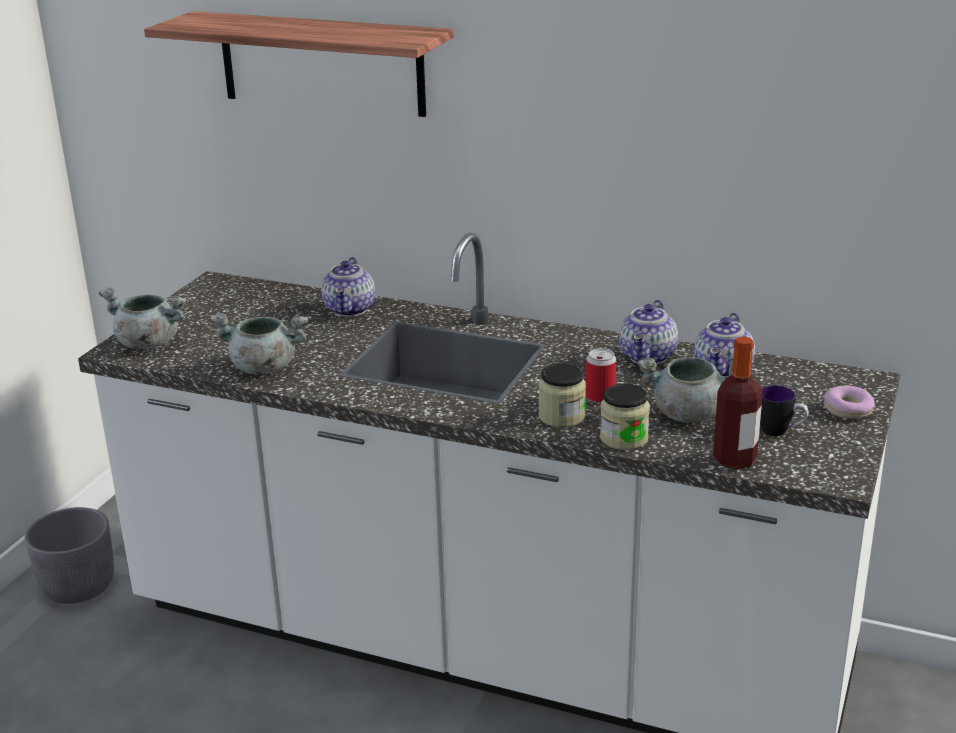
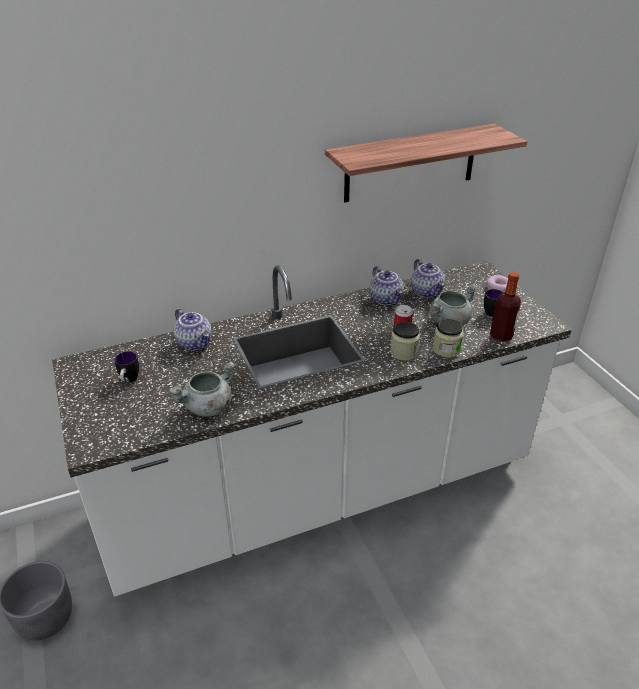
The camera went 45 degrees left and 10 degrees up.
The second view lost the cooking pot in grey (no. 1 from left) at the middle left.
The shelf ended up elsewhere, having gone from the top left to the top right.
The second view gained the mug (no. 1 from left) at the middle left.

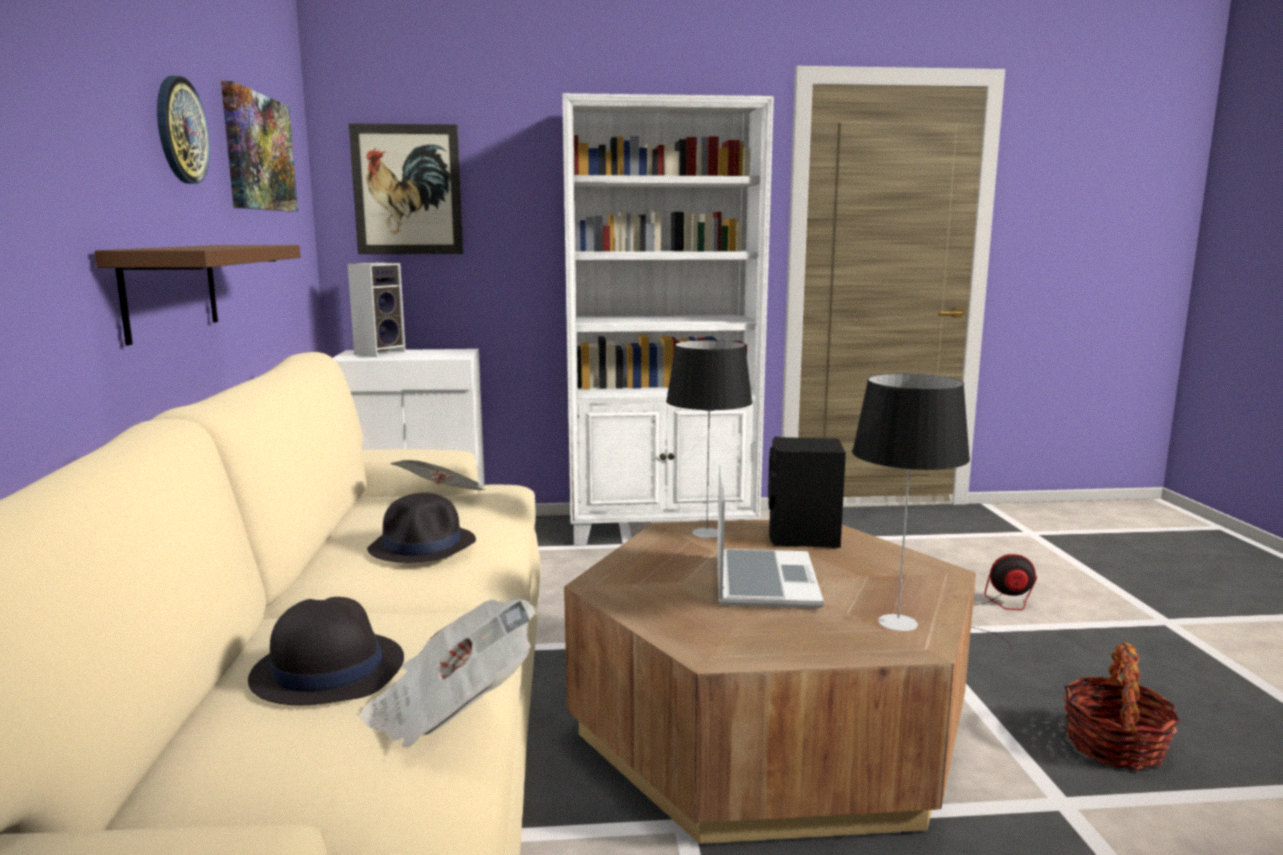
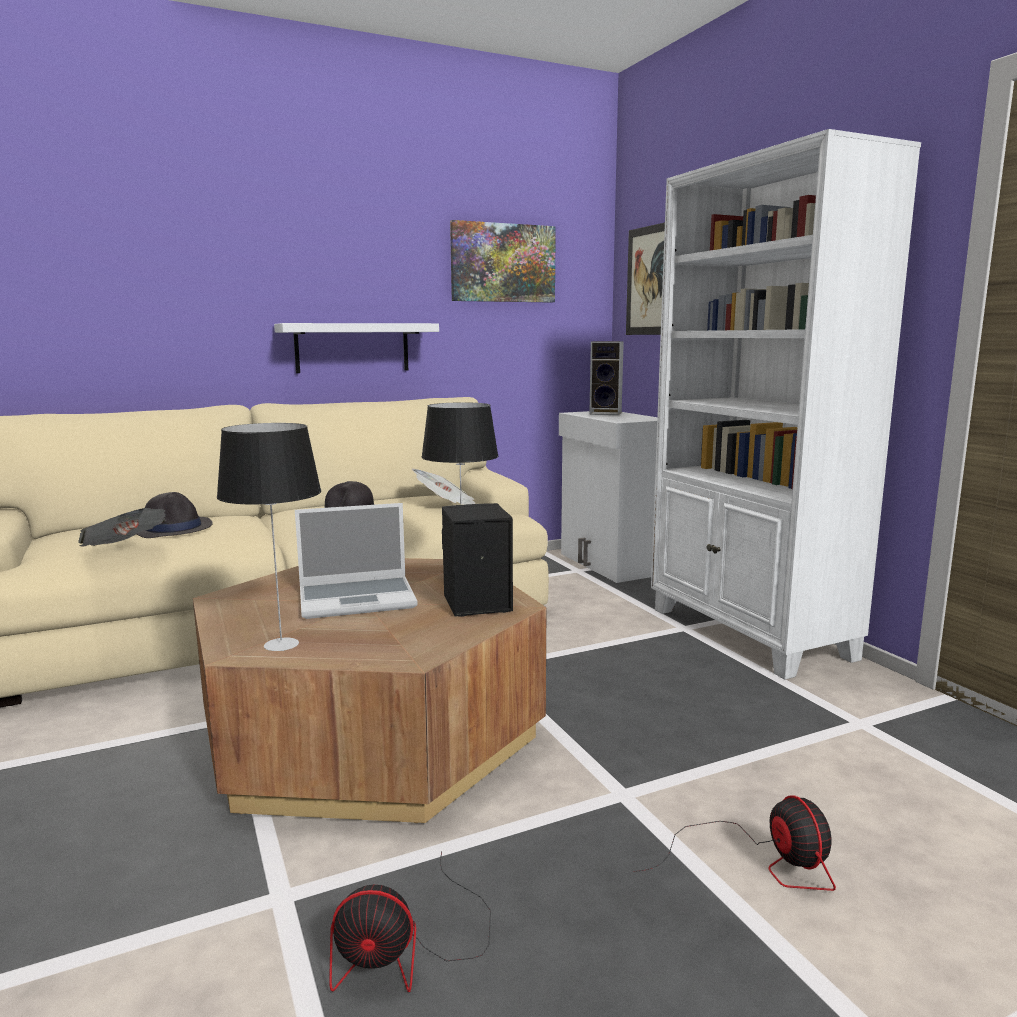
The camera went 70 degrees right and 0 degrees up.
What was the shelf in brown at the middle left turned into the shelf in white at the centre.
The second view lost the wall clock at the top left.
Where the basket stood at the bottom right, the fan (no. 1 from left) came to stand at the bottom centre.

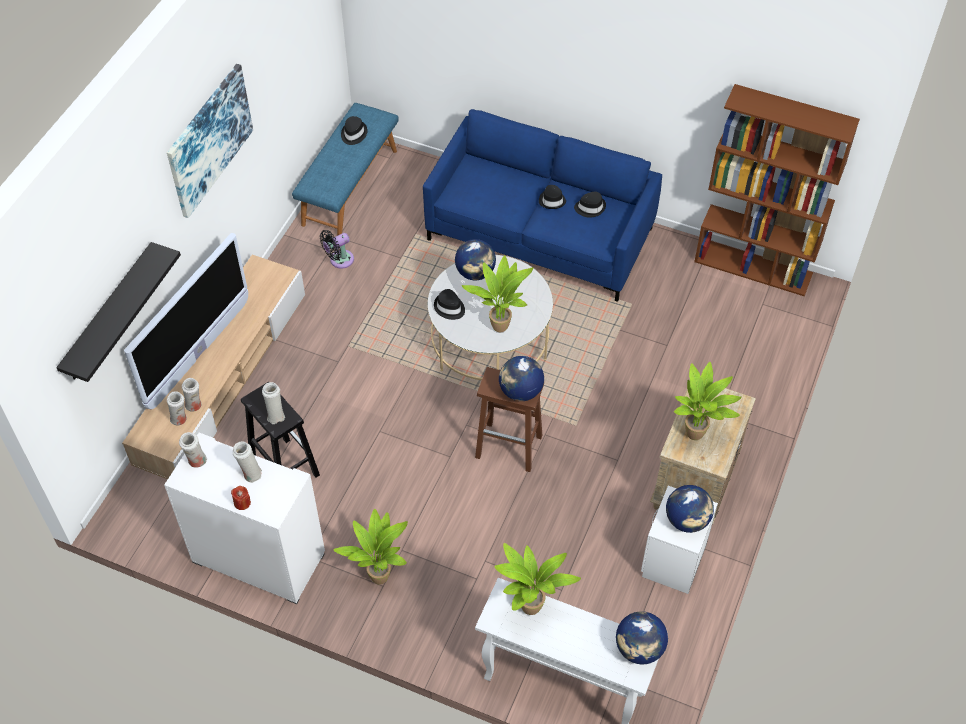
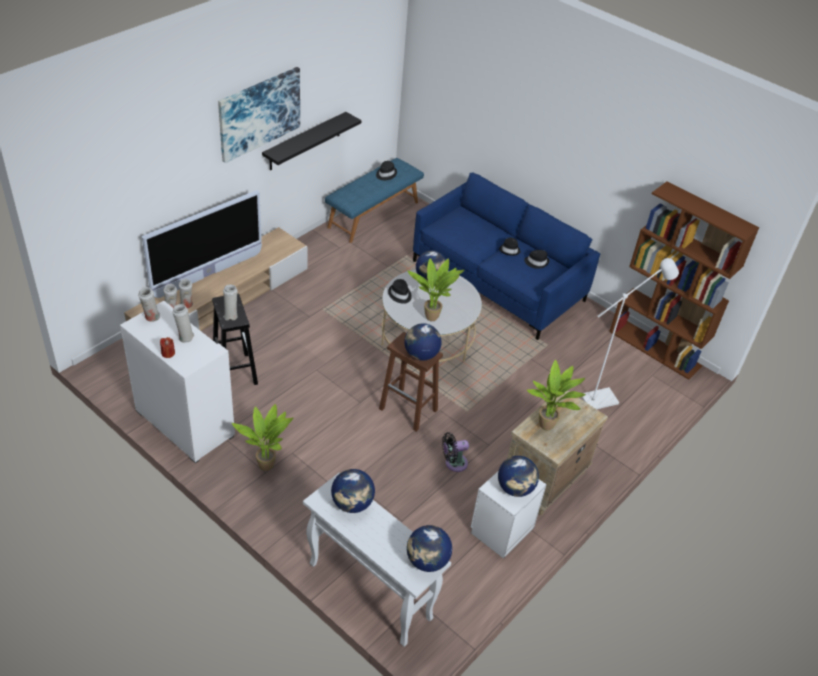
The camera went 15 degrees right and 10 degrees down.
The shelf in black ended up elsewhere, having gone from the middle left to the top centre.
The fan in black ended up elsewhere, having gone from the centre to the bottom centre.
Where the potted plant (no. 3 from left) stood at the bottom centre, the globe (no. 1 from left) came to stand at the bottom centre.
The second view gained the floor lamp in white at the middle right.

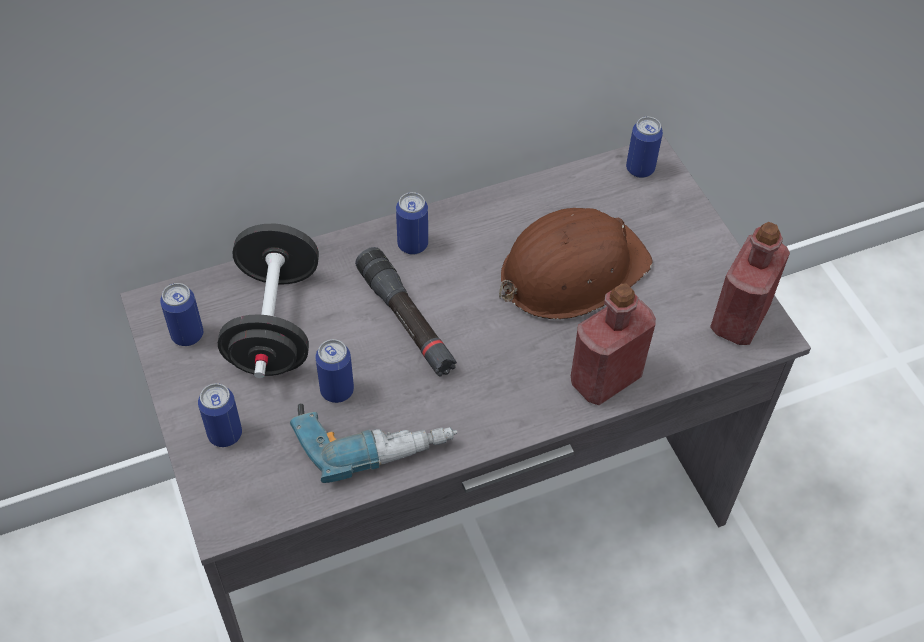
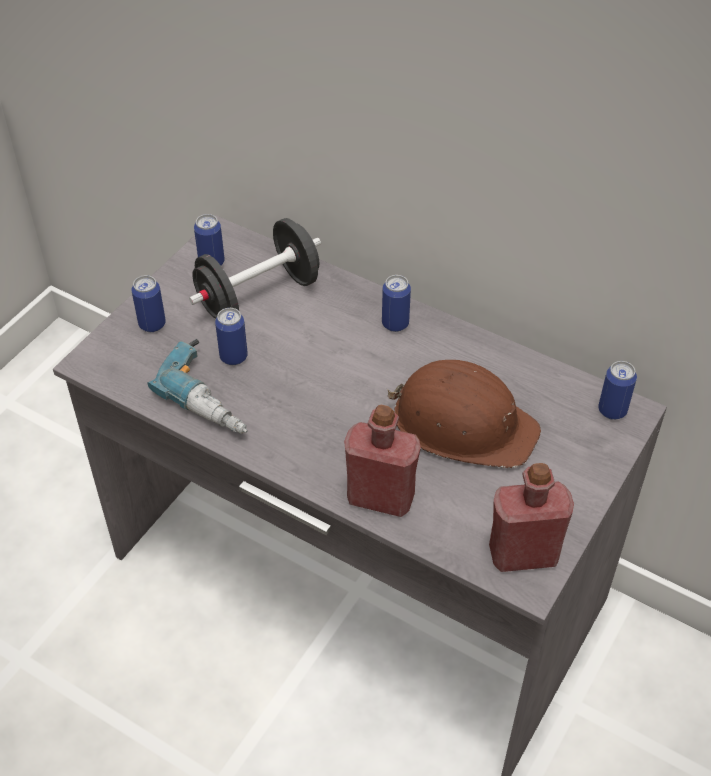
The camera went 55 degrees right and 5 degrees down.
The second view lost the flashlight in black at the centre.

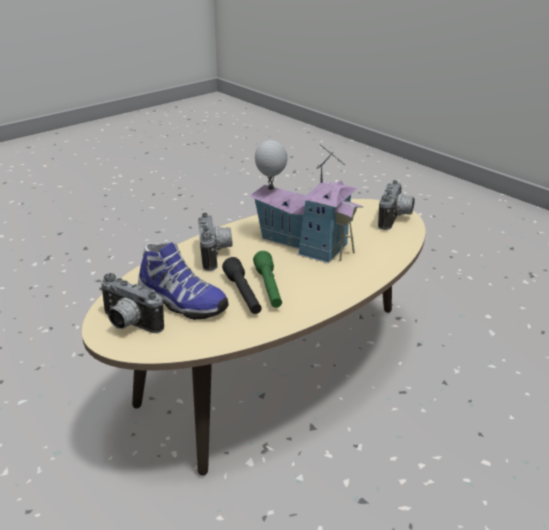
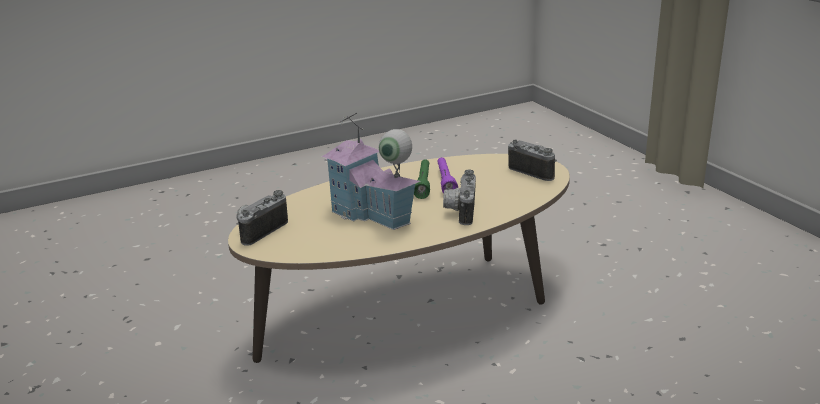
The camera went 165 degrees left and 5 degrees down.
The second view lost the shoe at the centre.
What was the flashlight in black at the centre turned into the flashlight in purple at the centre.

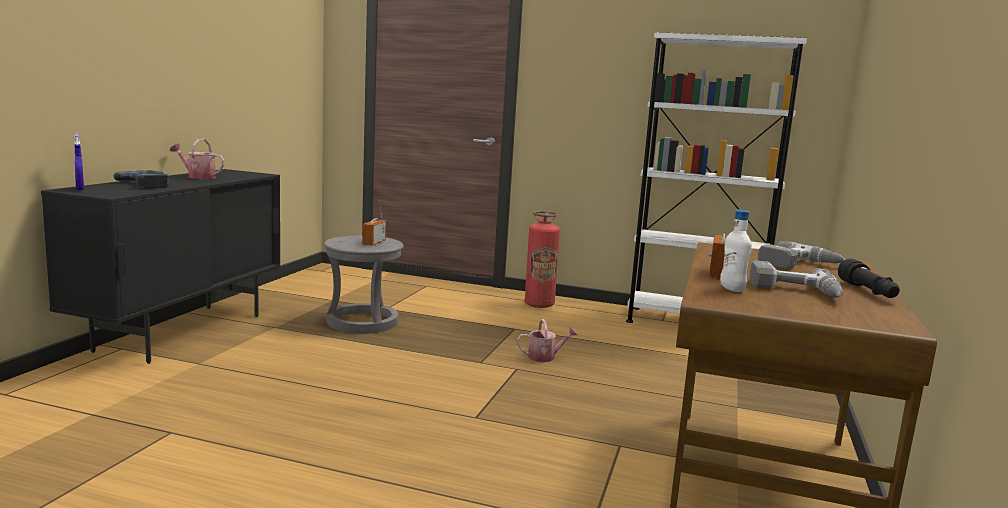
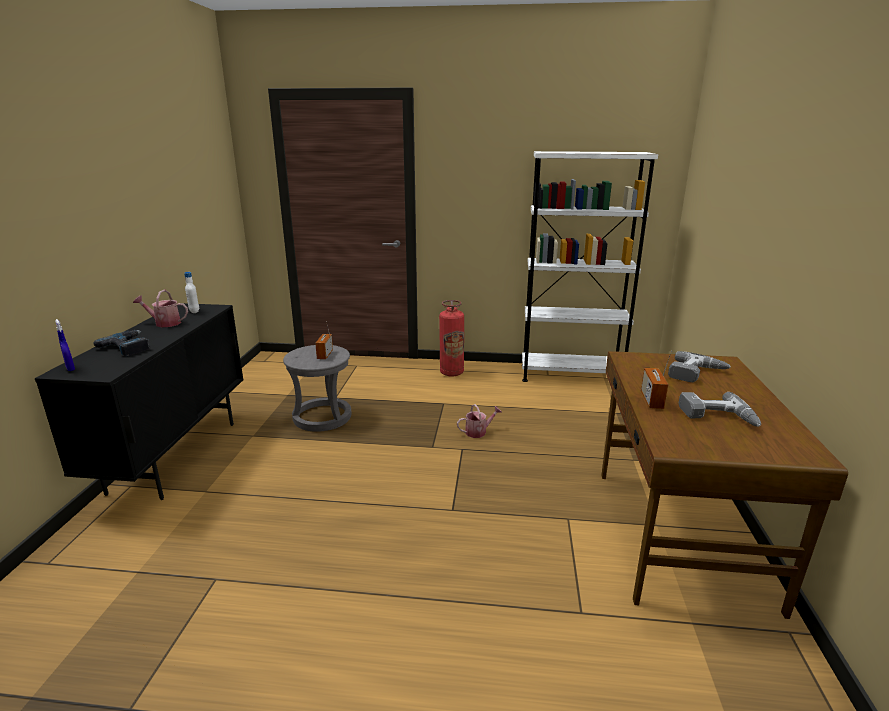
The camera went 10 degrees left and 10 degrees up.
The bottle in white ended up elsewhere, having gone from the middle right to the middle left.
The second view lost the flashlight in black at the middle right.

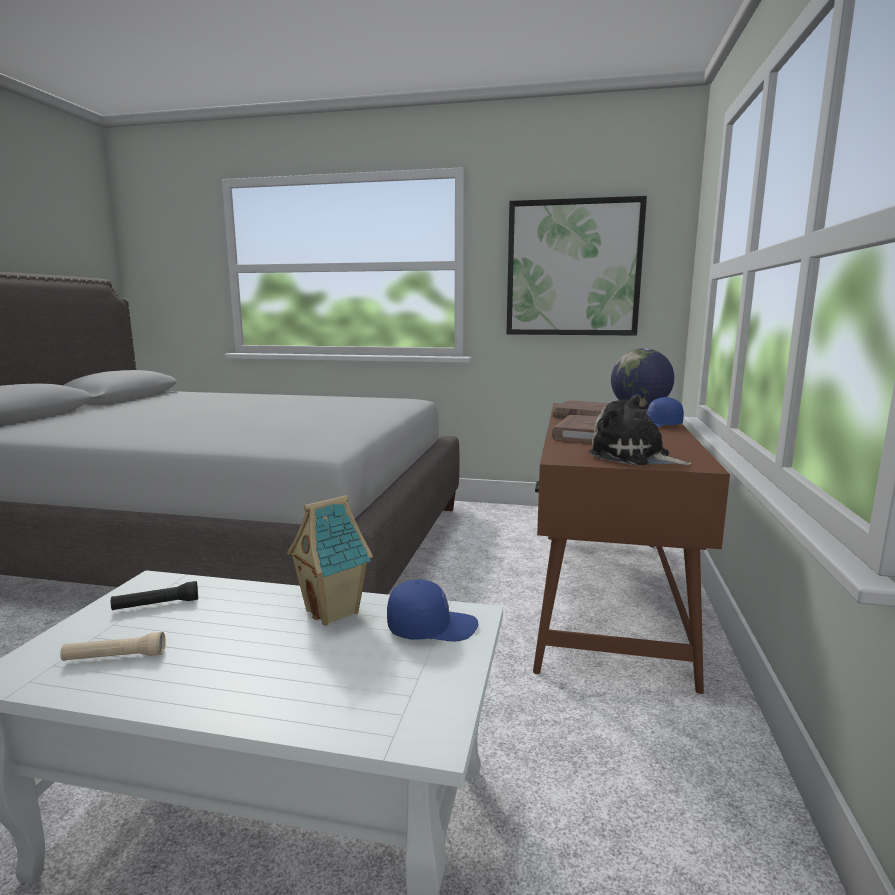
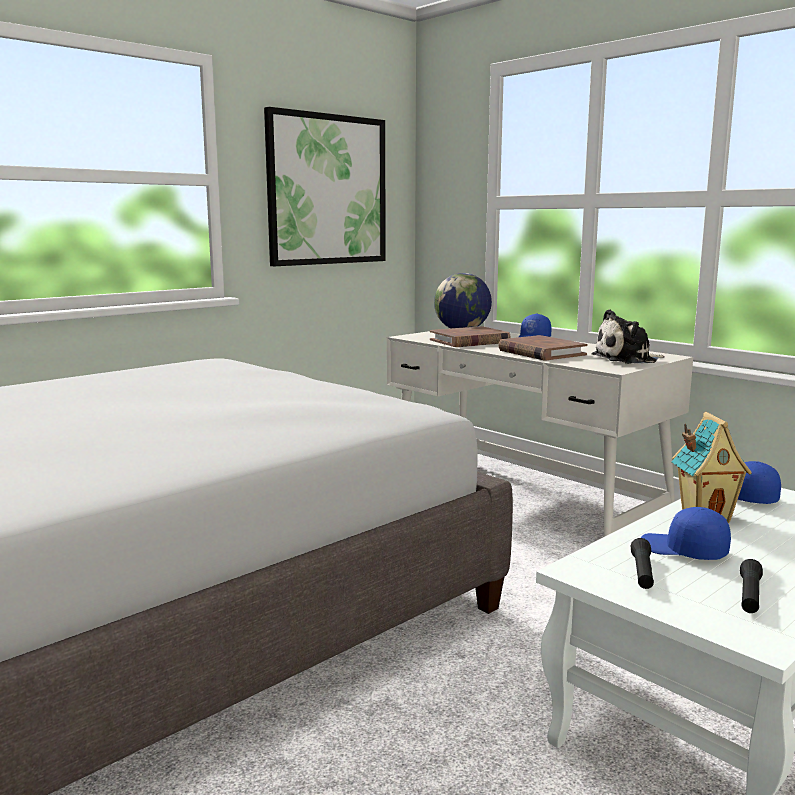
The camera went 55 degrees left and 0 degrees up.
What was the flashlight in beige at the bottom left turned into the flashlight in black (no. 2 from left) at the bottom right.
What was the desk in brown at the middle right turned into the desk in white at the middle right.
The second view gained the cap in blue (no. 2 from left) at the bottom right.

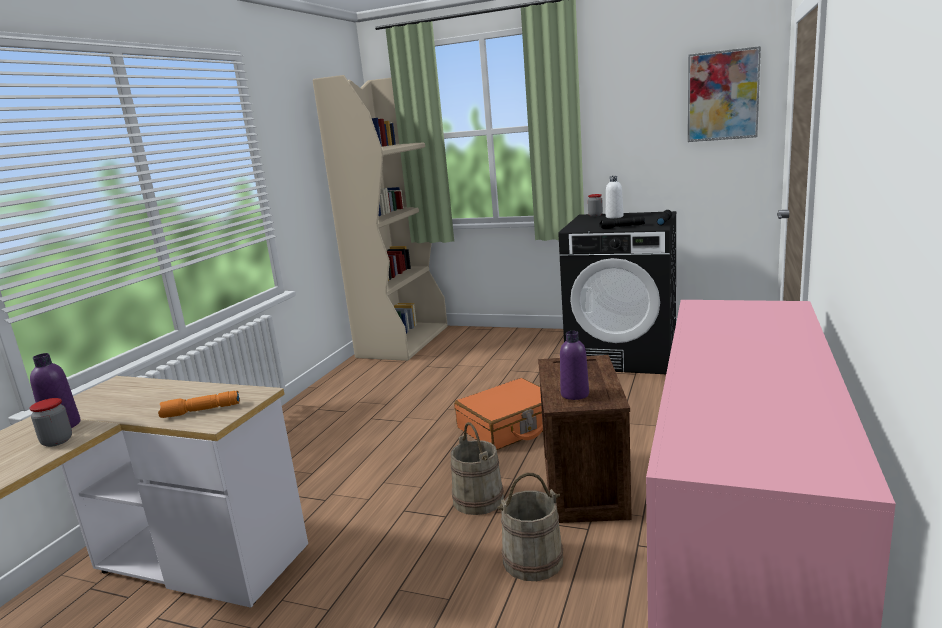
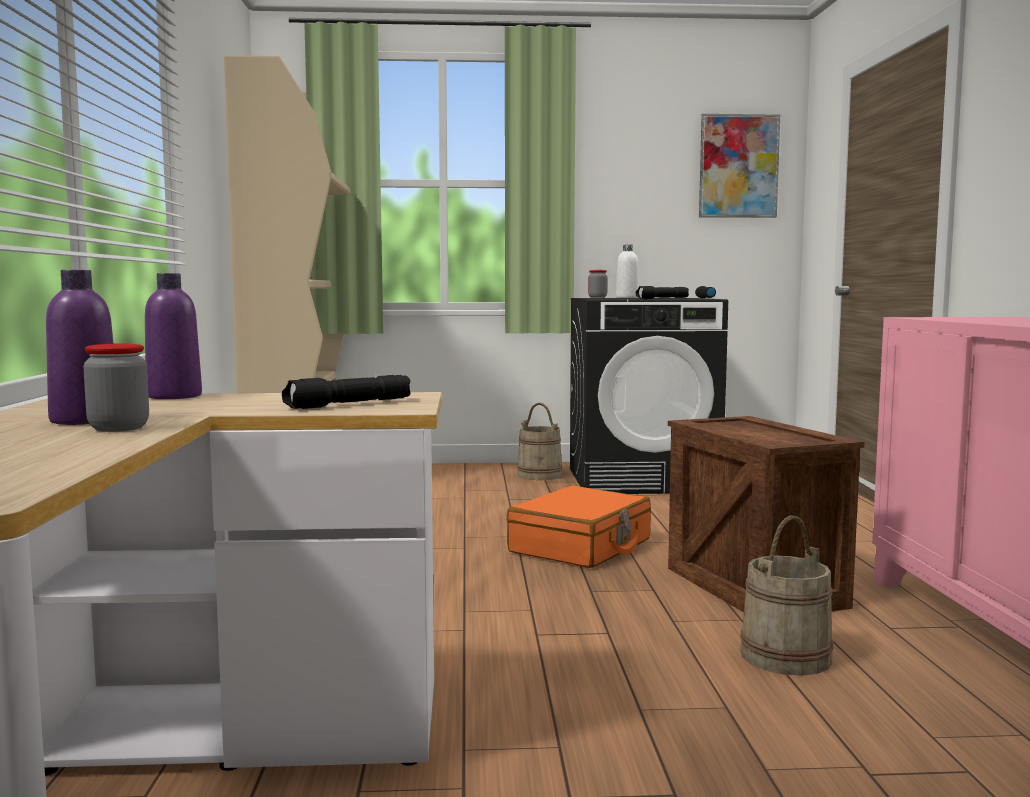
The camera went 25 degrees left and 10 degrees down.
What was the flashlight in orange at the middle left turned into the flashlight in black (no. 1 from left) at the centre.
The bucket in beige (no. 1 from left) ended up elsewhere, having gone from the bottom centre to the centre.
The bottle in purple (no. 2 from left) ended up elsewhere, having gone from the centre to the middle left.

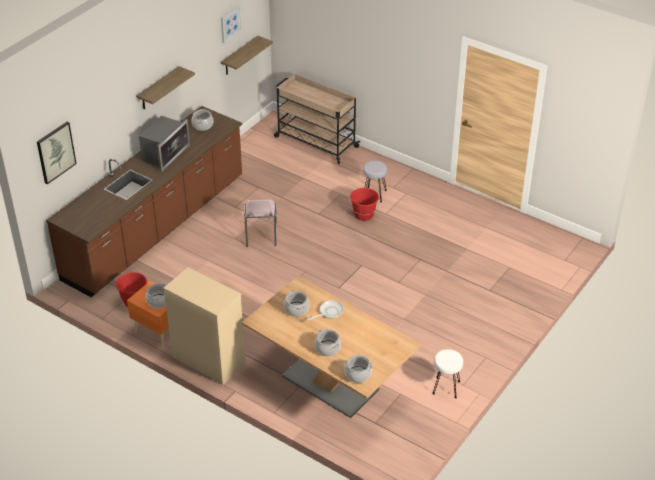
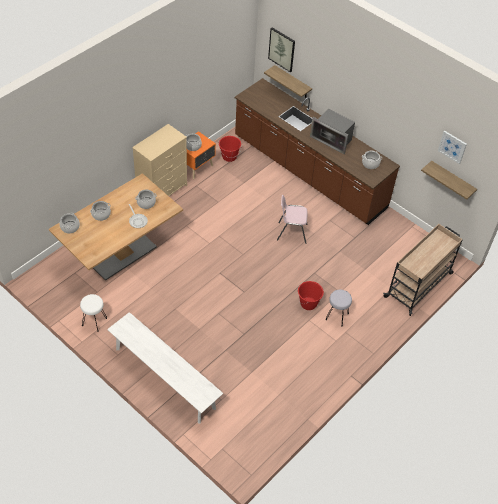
The camera went 95 degrees right and 10 degrees up.
The shelf (no. 1 from left) ended up elsewhere, having gone from the top left to the top centre.
The second view gained the bench in white at the bottom left.

